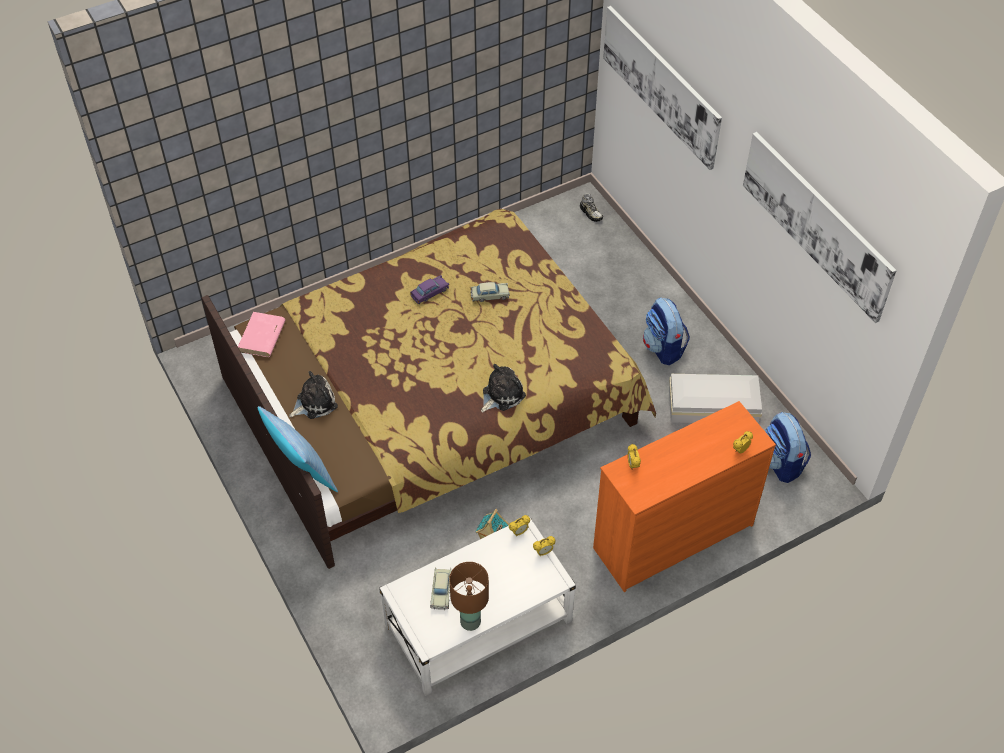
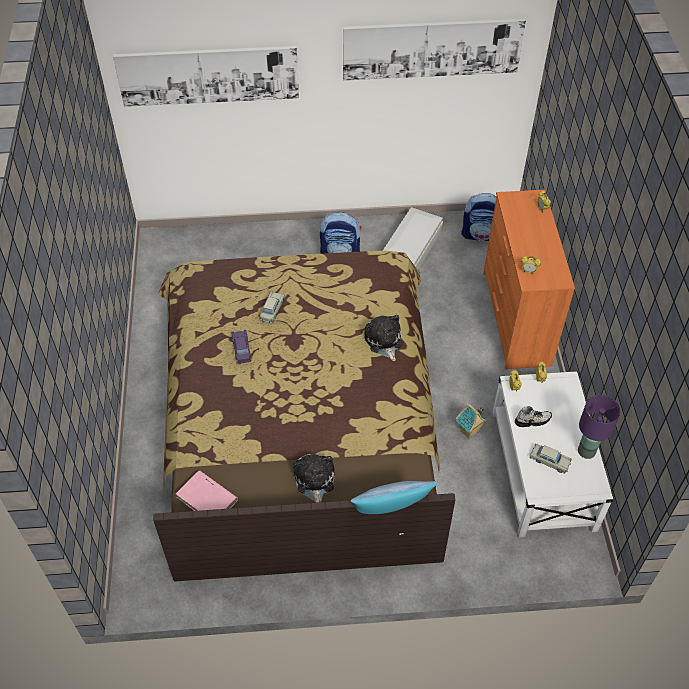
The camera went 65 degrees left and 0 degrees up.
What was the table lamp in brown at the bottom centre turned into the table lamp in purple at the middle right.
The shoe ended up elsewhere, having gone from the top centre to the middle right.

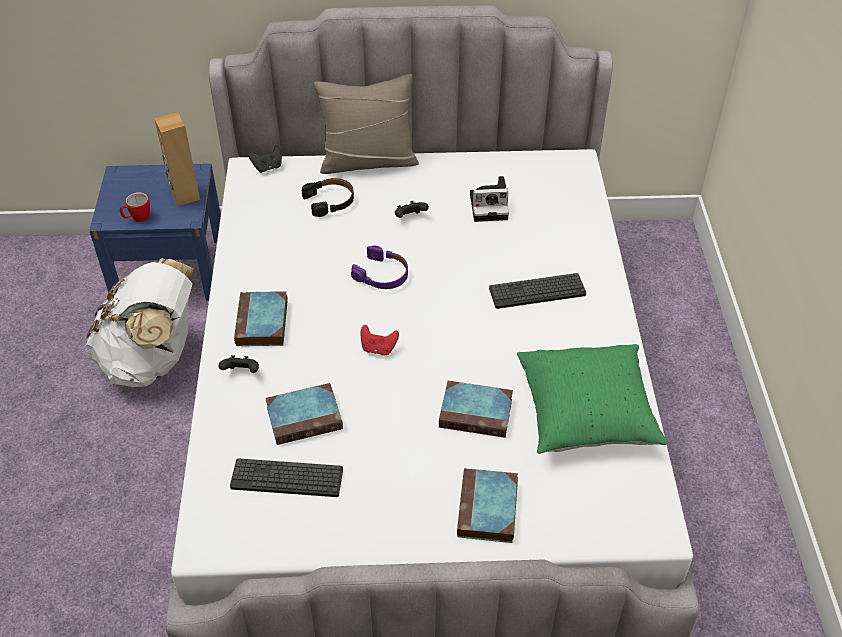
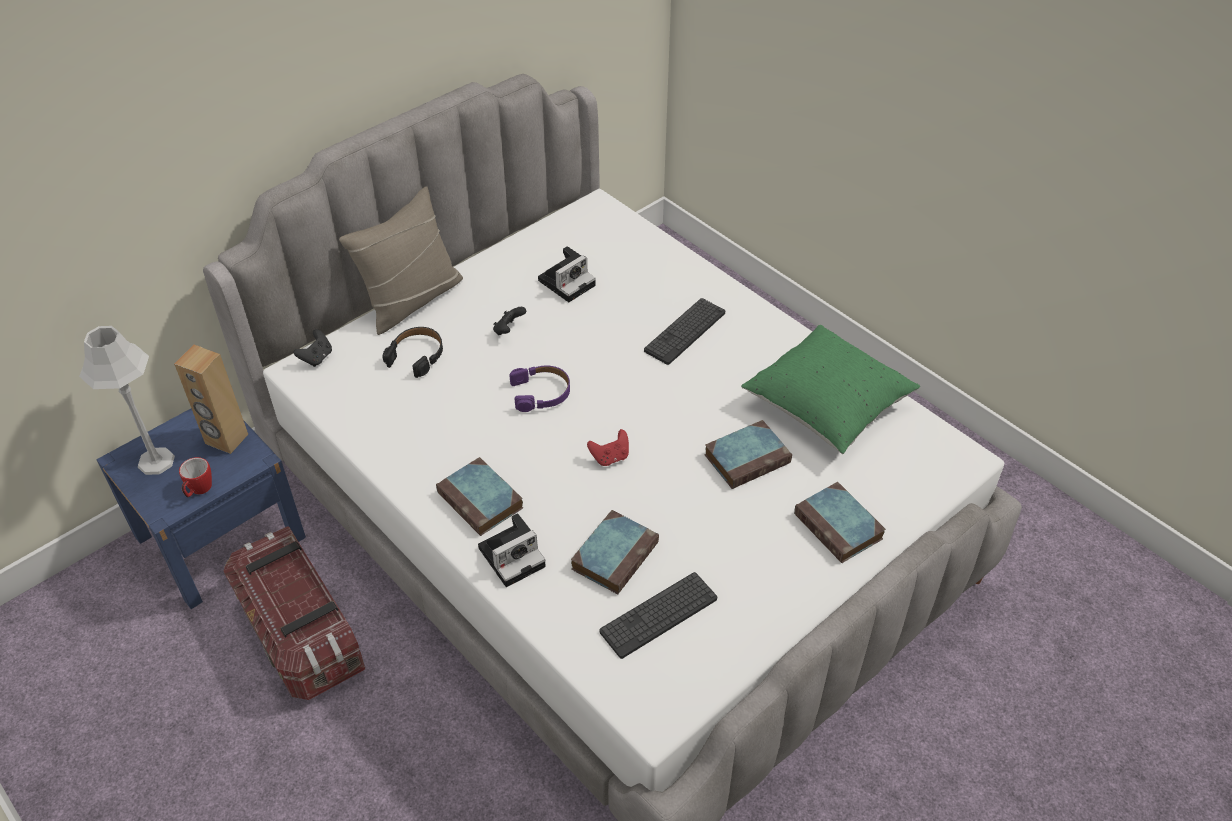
The camera went 40 degrees left and 0 degrees up.
Where the backpack in white stood at the middle left, the storage box came to stand at the bottom left.
Where the game controller in black (no. 1 from left) stood at the middle left, the photo camera (no. 1 from left) came to stand at the bottom centre.
The second view gained the table lamp in grey at the middle left.

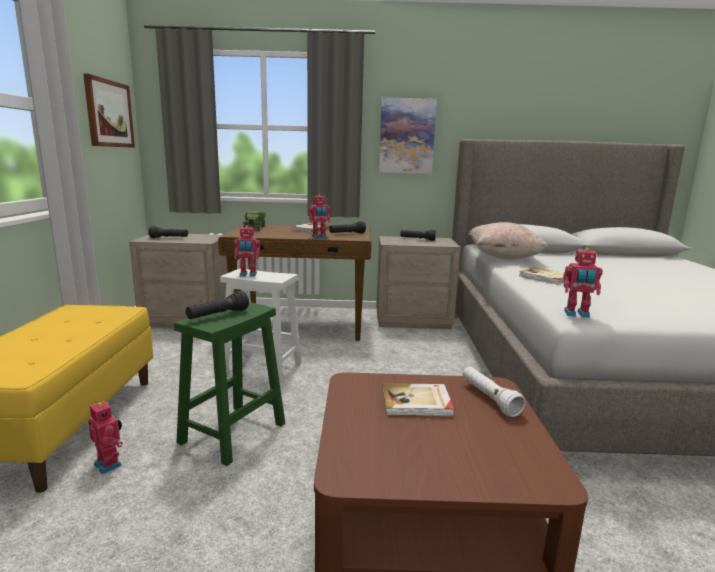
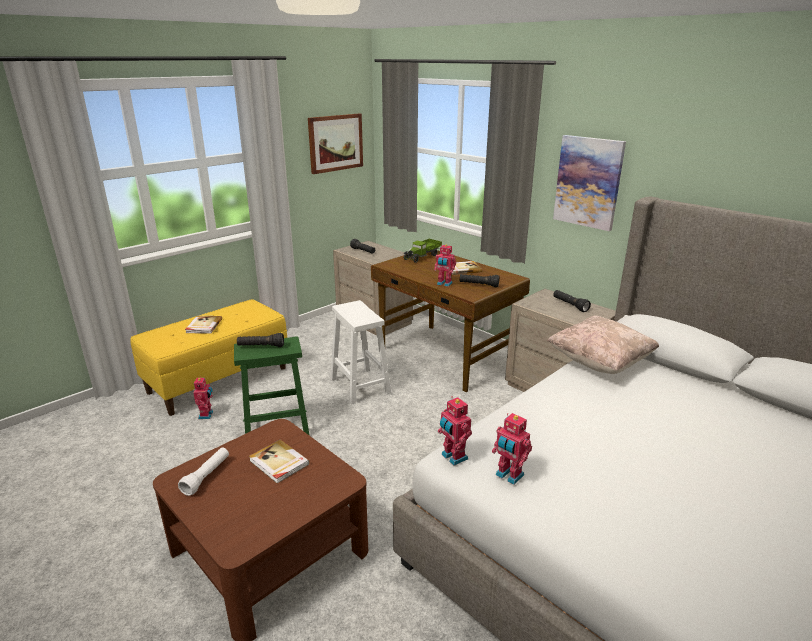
The camera went 45 degrees right and 10 degrees up.
The toy robot (no. 2 from left in the first image) ended up elsewhere, having gone from the centre to the bottom centre.
The flashlight in white ended up elsewhere, having gone from the bottom right to the bottom left.
The book (no. 3 from left in the first image) ended up elsewhere, having gone from the middle right to the middle left.

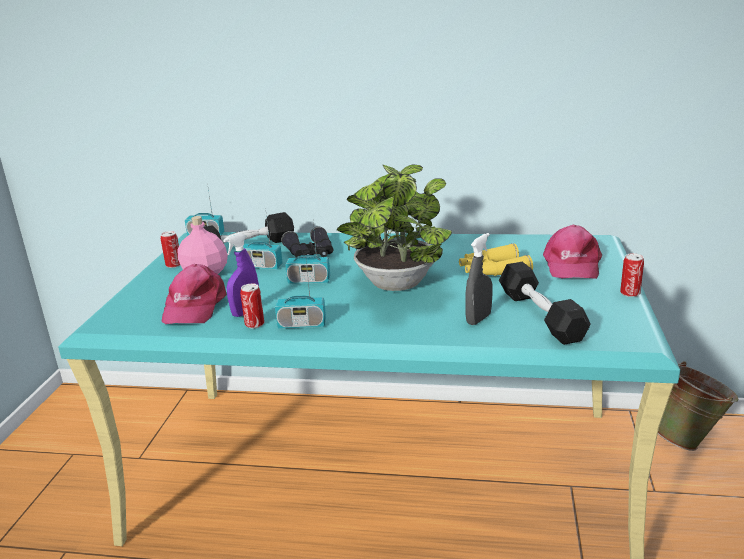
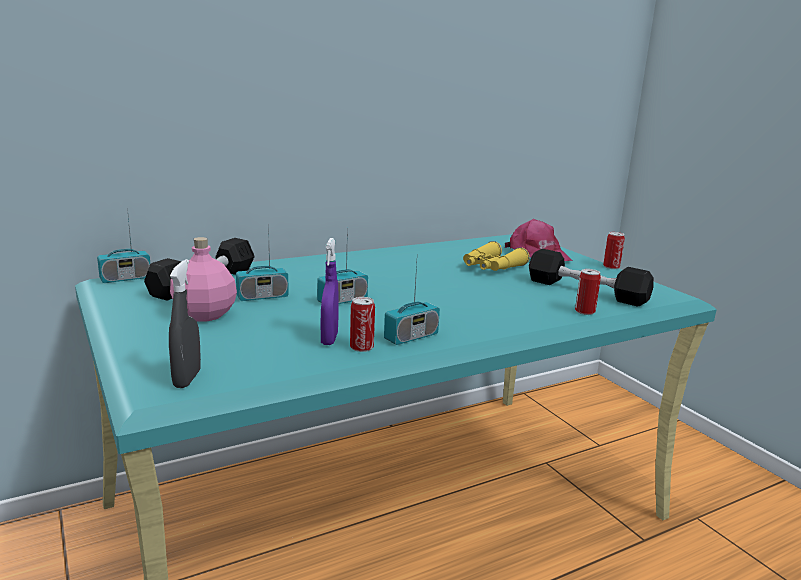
The camera went 40 degrees left and 5 degrees down.
The can (no. 1 from left in the first image) ended up elsewhere, having gone from the middle left to the middle right.
The second view lost the cap in pink (no. 1 from left) at the middle left.
The second view lost the binoculars in black at the centre.
The second view lost the potted plant at the centre.
The spray bottle in grey ended up elsewhere, having gone from the centre to the middle left.
The second view lost the bucket in green at the bottom right.

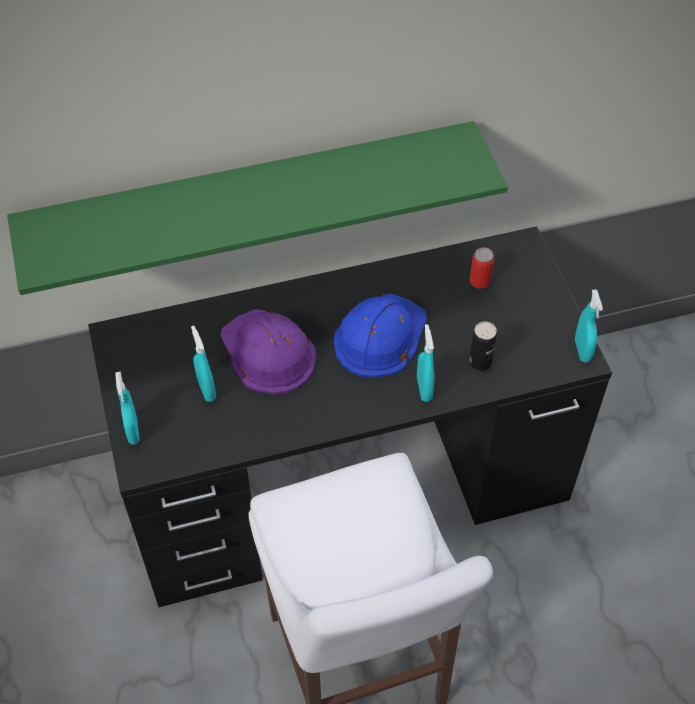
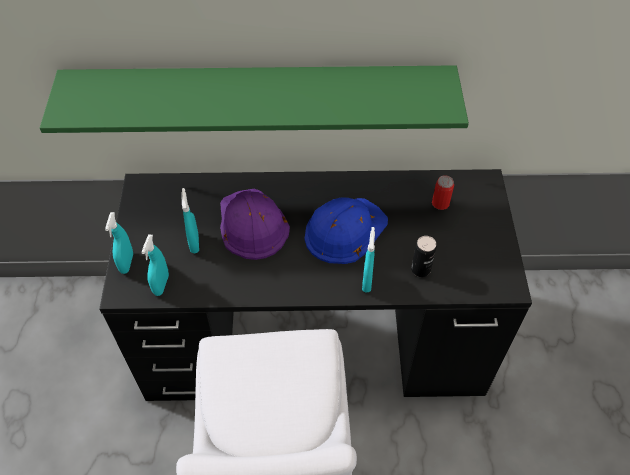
The camera went 15 degrees right and 0 degrees up.
The spray bottle in turquoise (no. 4 from left in the first image) ended up elsewhere, having gone from the middle right to the middle left.

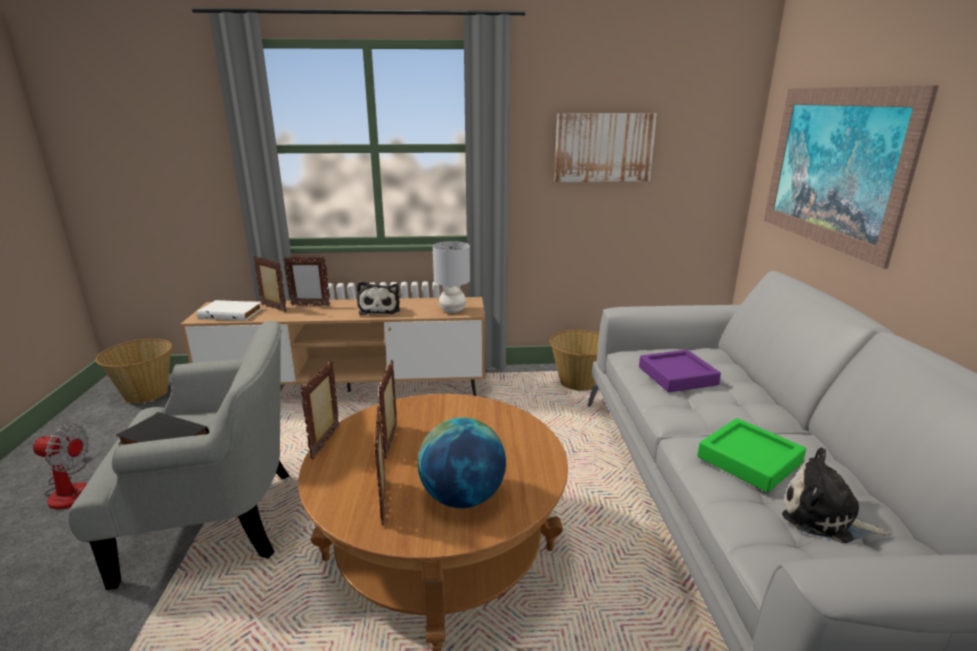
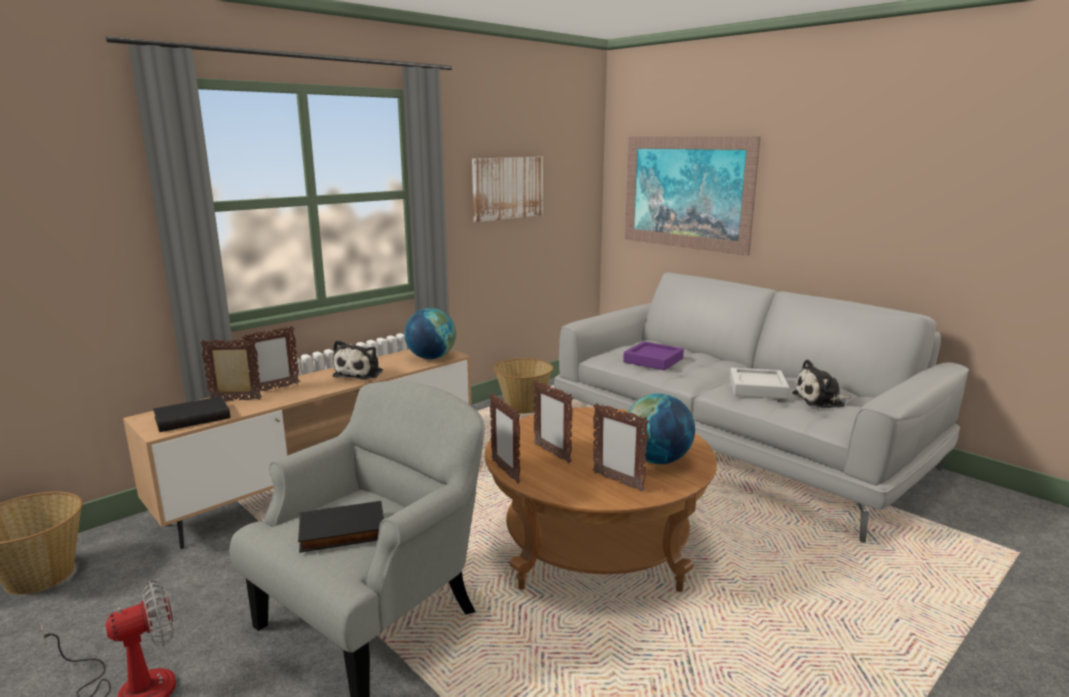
The camera went 40 degrees left and 5 degrees down.
What was the book in white at the middle left turned into the book in black (no. 1 from left) at the middle left.
The plush toy (no. 1 from left) at the centre ended up facing another way, 60 degrees clockwise from before.
Where the table lamp in grey stood at the centre, the globe (no. 1 from left) came to stand at the centre.
What was the tray in green at the bottom right turned into the tray in grey at the middle right.

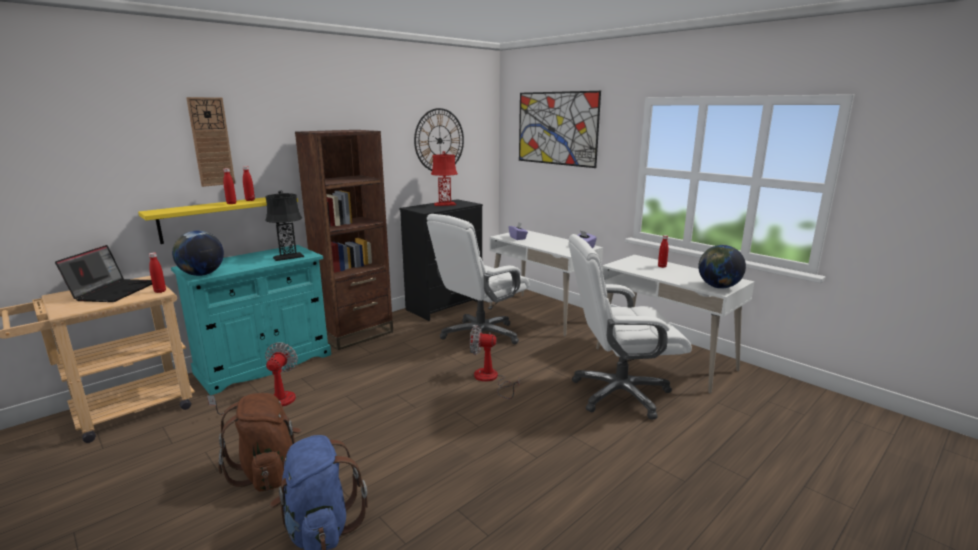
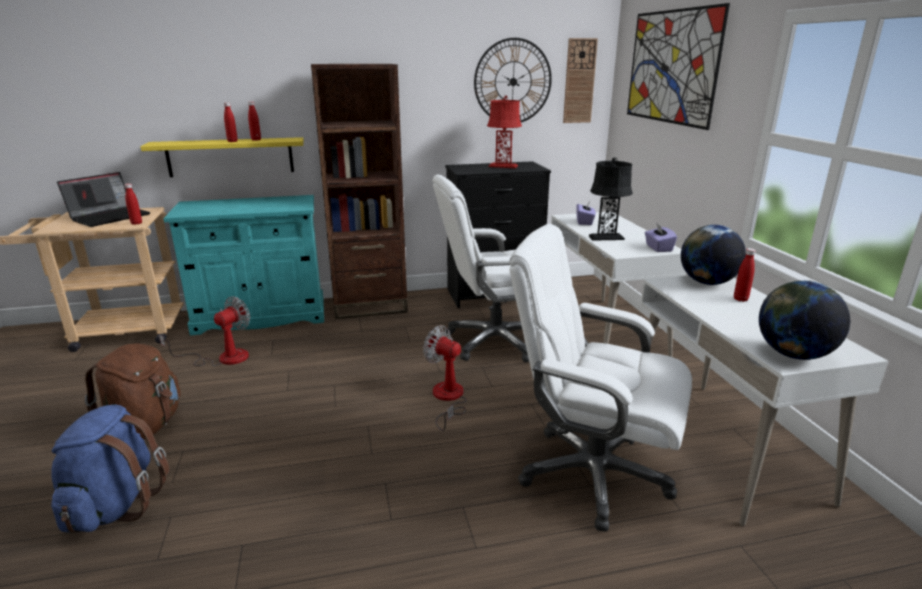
The camera went 30 degrees right and 5 degrees up.
The globe (no. 1 from left) ended up elsewhere, having gone from the middle left to the middle right.
The wall clock (no. 1 from left in the first image) ended up elsewhere, having gone from the top left to the top centre.
The table lamp in black ended up elsewhere, having gone from the middle left to the centre.

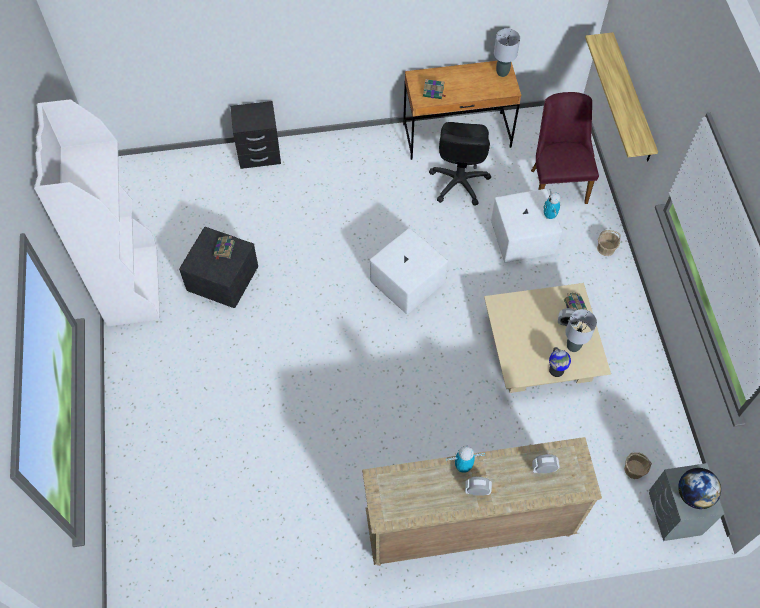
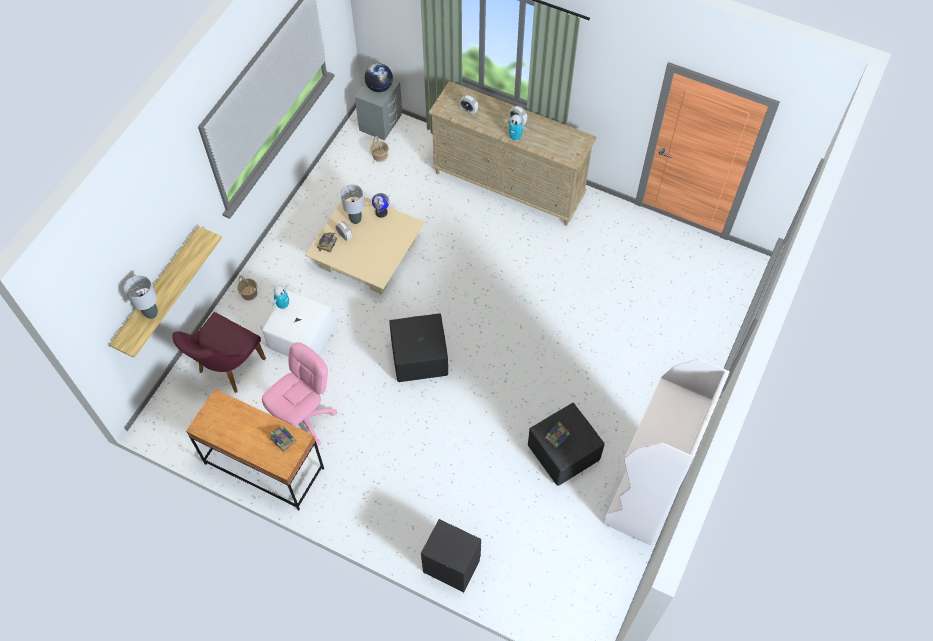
The camera went 145 degrees left and 0 degrees up.
What was the ottoman in white (no. 1 from left) at the centre turned into the ottoman in black (no. 1 from left) at the centre.
What was the office chair in black at the top centre turned into the office chair in pink at the middle left.
The table lamp in grey (no. 1 from left) ended up elsewhere, having gone from the top right to the middle left.

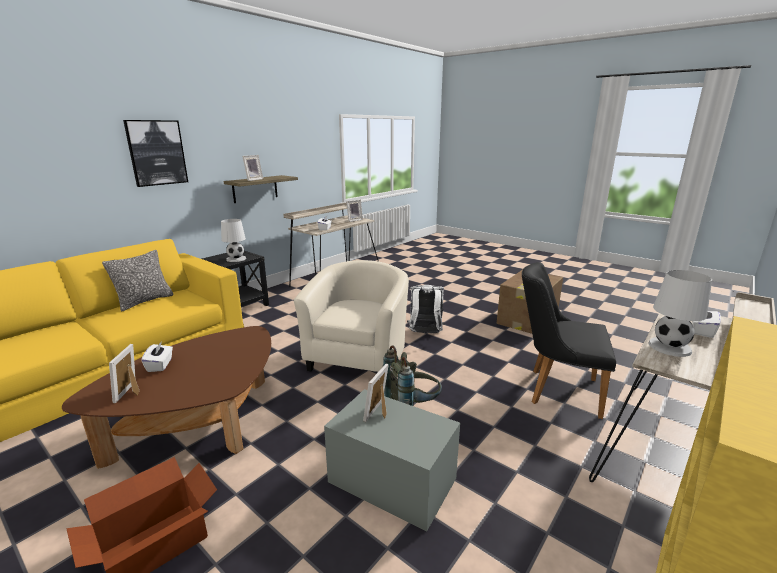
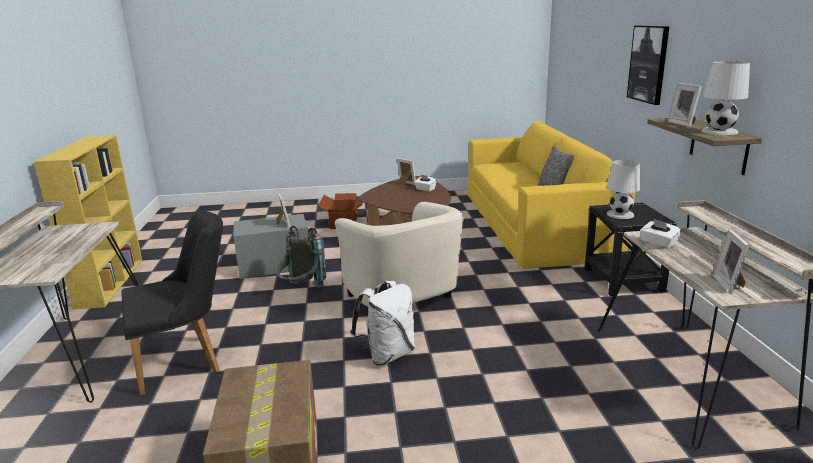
The camera went 135 degrees right and 0 degrees up.
The table lamp in white (no. 2 from left) ended up elsewhere, having gone from the middle right to the top right.
The second view lost the tissue box in white (no. 3 from left) at the middle right.

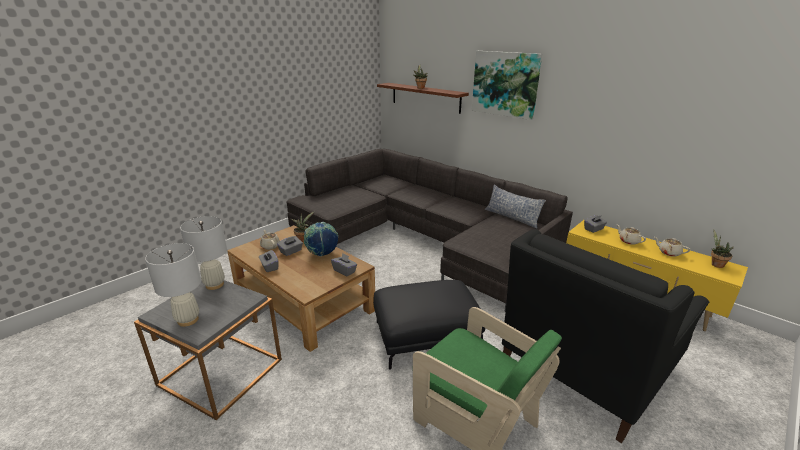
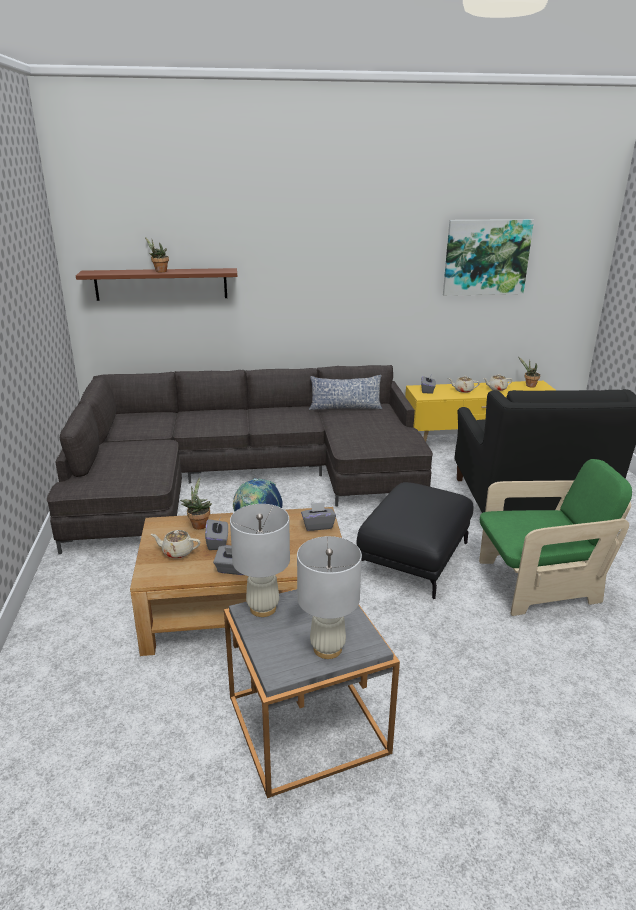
The camera went 50 degrees left and 0 degrees up.
The picture ended up elsewhere, having gone from the top centre to the top right.

